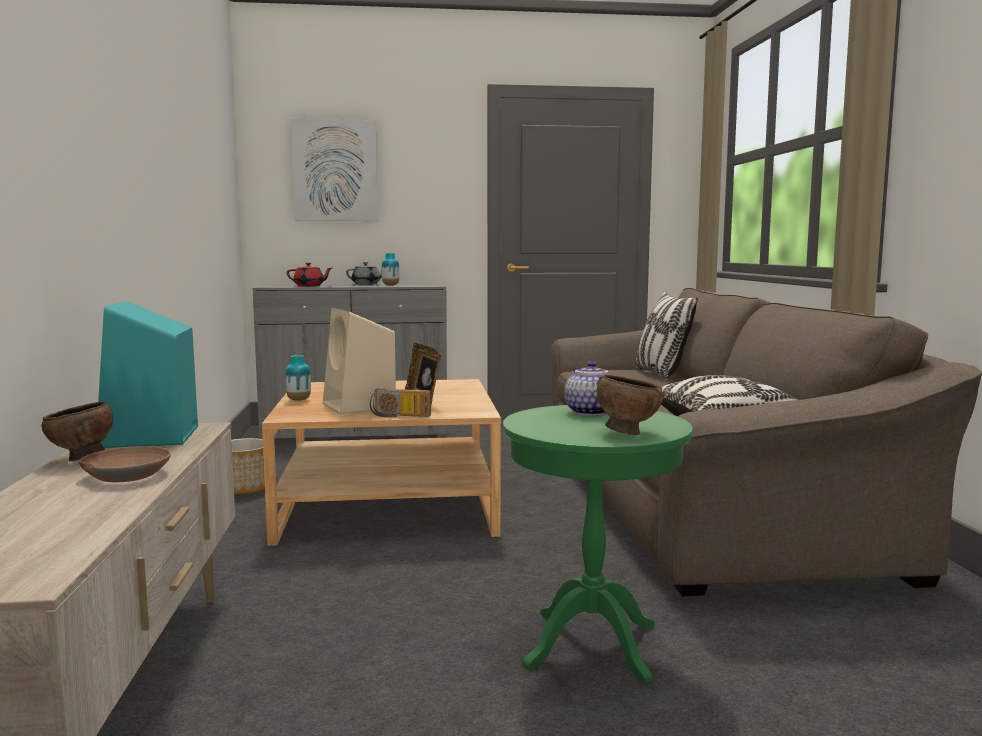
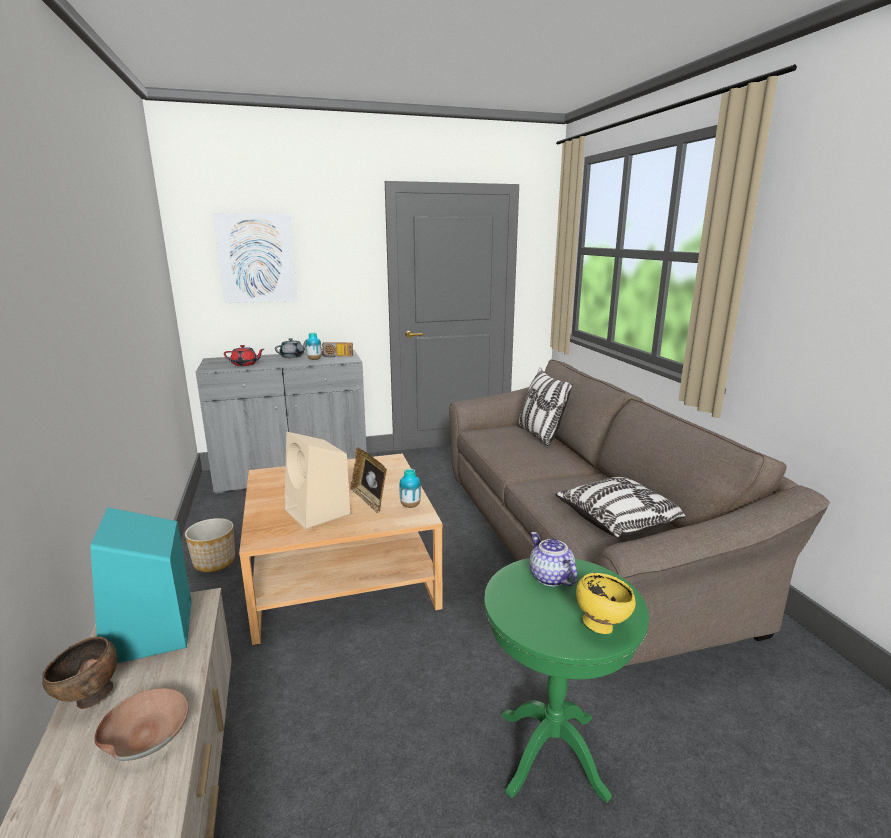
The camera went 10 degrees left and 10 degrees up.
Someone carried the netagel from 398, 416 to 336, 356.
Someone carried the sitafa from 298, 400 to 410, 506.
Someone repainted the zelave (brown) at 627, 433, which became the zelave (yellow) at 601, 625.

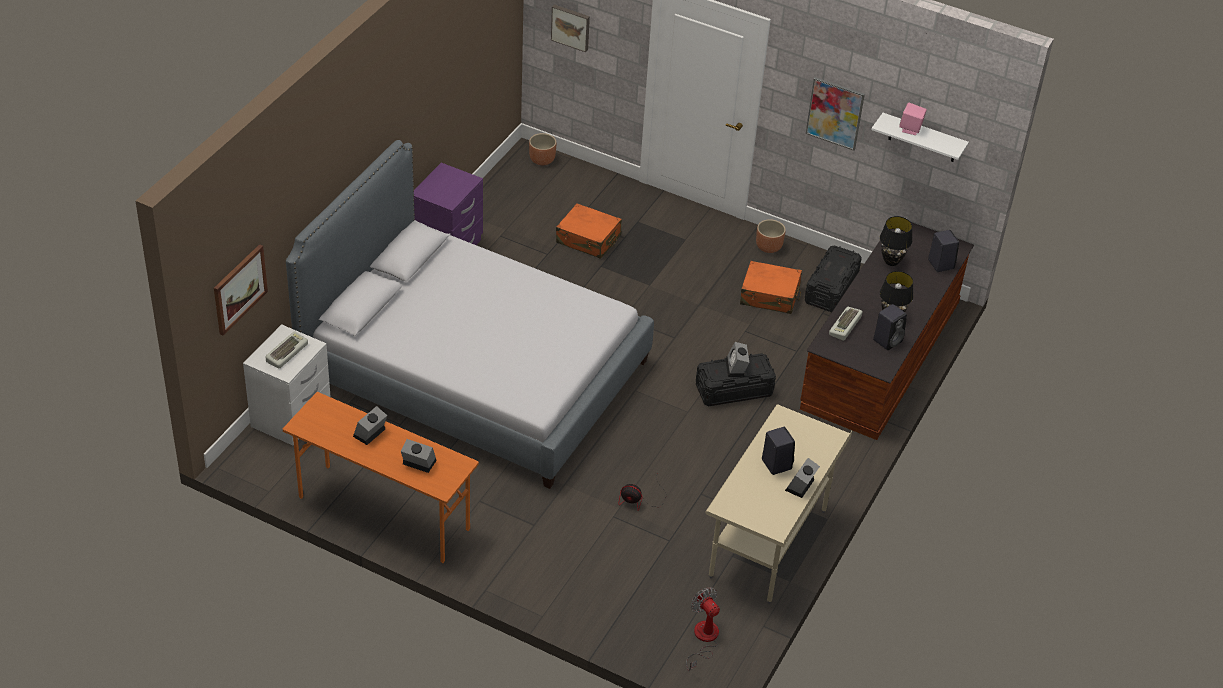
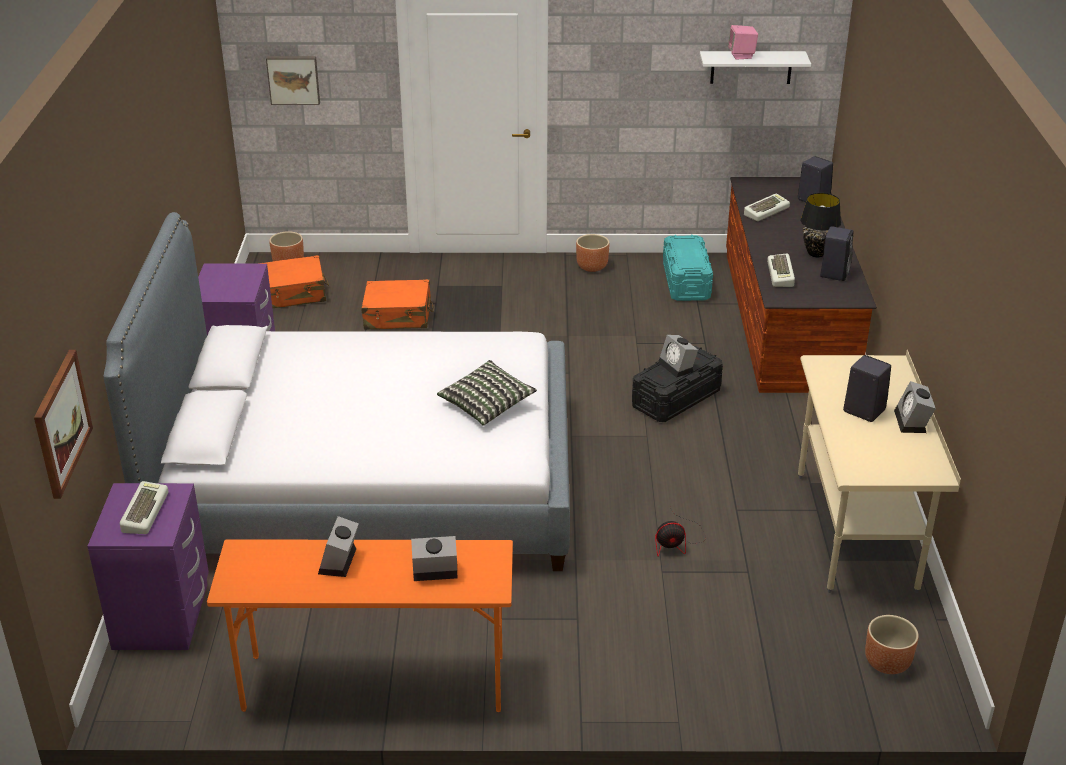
The camera went 25 degrees left and 10 degrees down.
Someone repainted the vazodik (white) at 291, 417, which became the vazodik (purple) at 163, 616.
Someone carried the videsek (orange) from 770, 295 to 293, 293.
Someone put down the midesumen at 487, 405.
Someone repainted the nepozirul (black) at 831, 289, which became the nepozirul (turquoise) at 686, 281.
Someone swapped the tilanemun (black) at 891, 261 for the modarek at 766, 211.
Someone swapped the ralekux at 703, 639 for the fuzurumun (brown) at 887, 663.
Someone took away the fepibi at 835, 113.

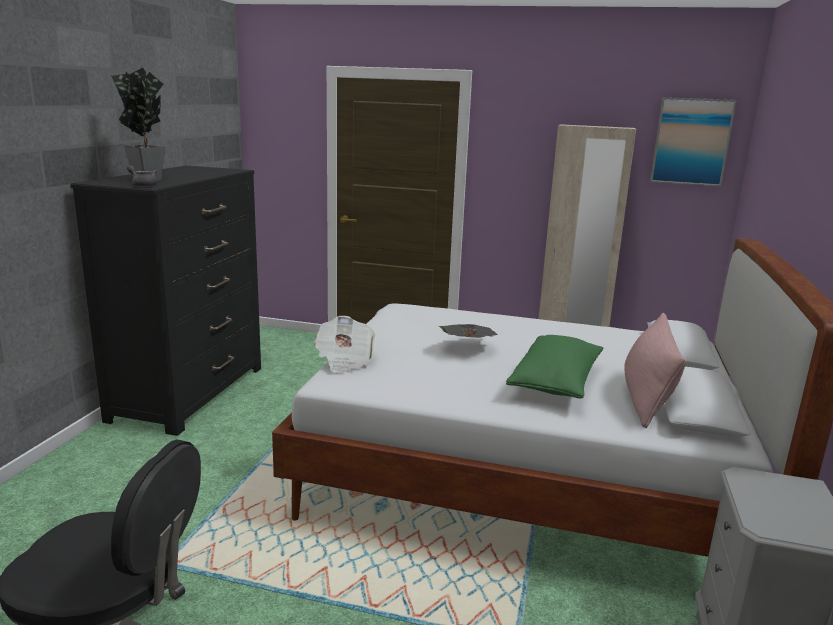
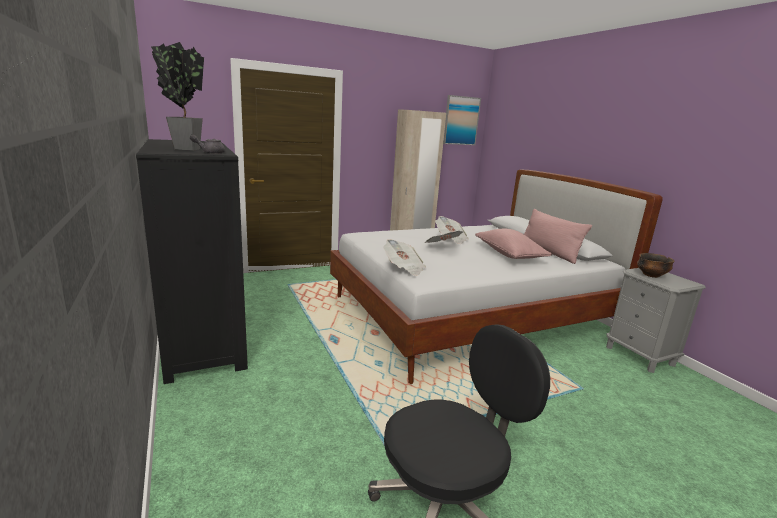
The camera went 40 degrees left and 0 degrees up.
Someone put down the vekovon at 451, 239.
Someone repainted the midesumen (green) at 555, 383, which became the midesumen (pink) at 509, 254.
Someone put down the zelave at 651, 275.

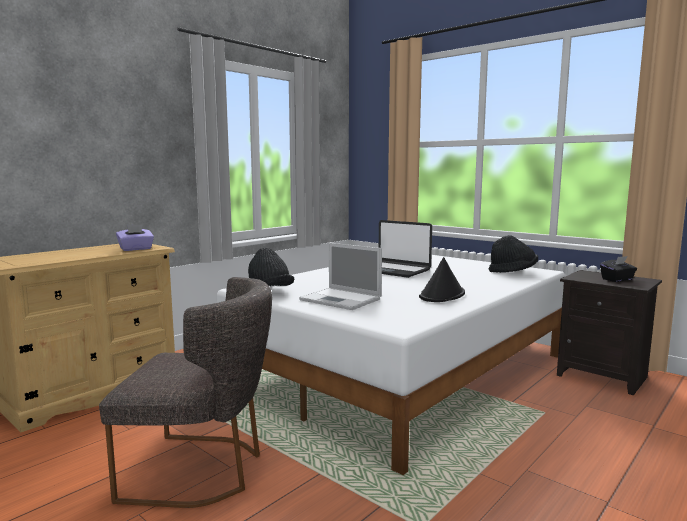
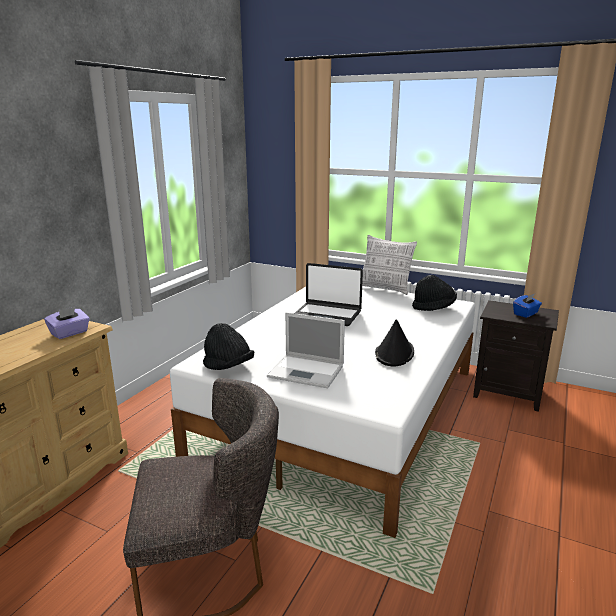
The camera went 15 degrees left and 10 degrees up.
Someone put down the midesumen at 385, 288.
Someone repainted the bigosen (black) at 617, 279, which became the bigosen (blue) at 526, 314.

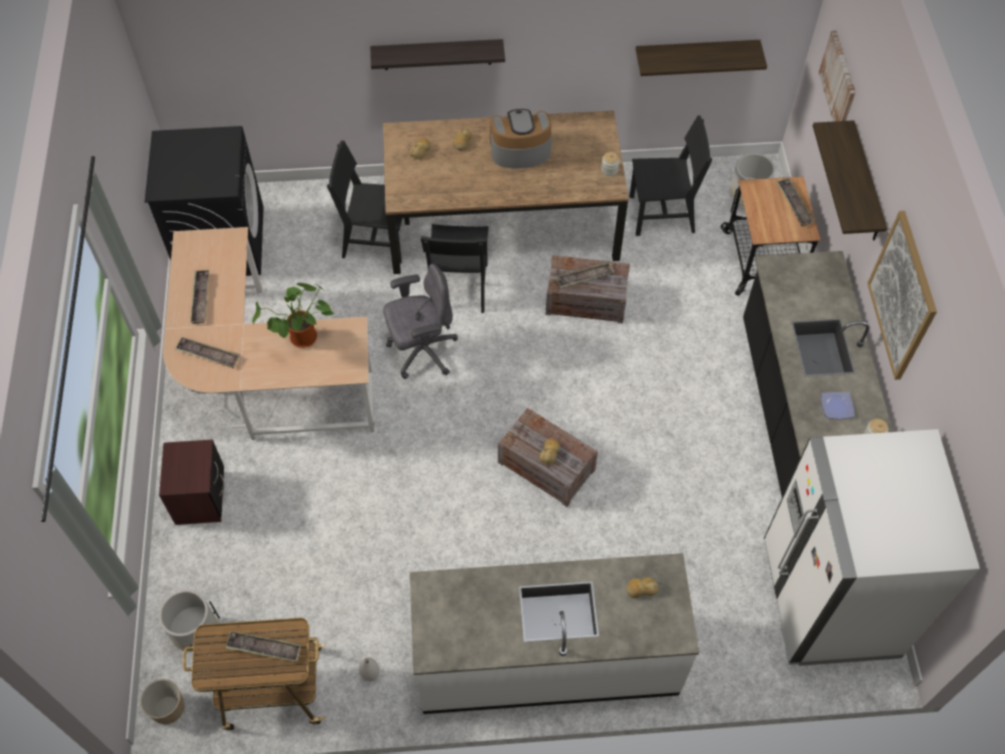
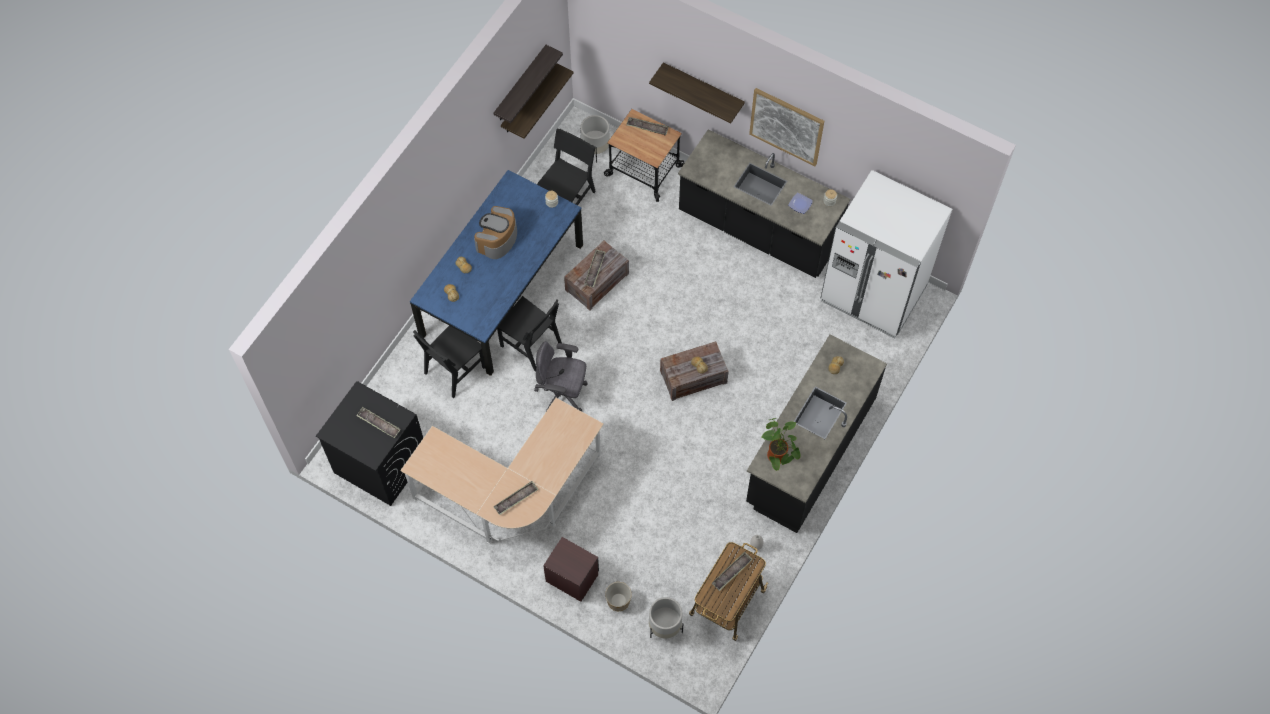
The camera went 55 degrees left and 5 degrees up.
Someone carried the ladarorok from 200, 299 to 379, 424.
Someone repainted the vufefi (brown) at 502, 224, which became the vufefi (blue) at 502, 290.
Someone carried the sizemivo from 437, 54 to 520, 85.
Someone rotated the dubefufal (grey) at 422, 351 by 90 degrees counterclockwise.
Someone carried the fuzurumun from 167, 708 to 618, 601.
Someone repainted the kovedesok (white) at 547, 658, which became the kovedesok (black) at 809, 451.
Someone carried the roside from 302, 340 to 778, 457.
Someone took away the fepibi at 838, 81.

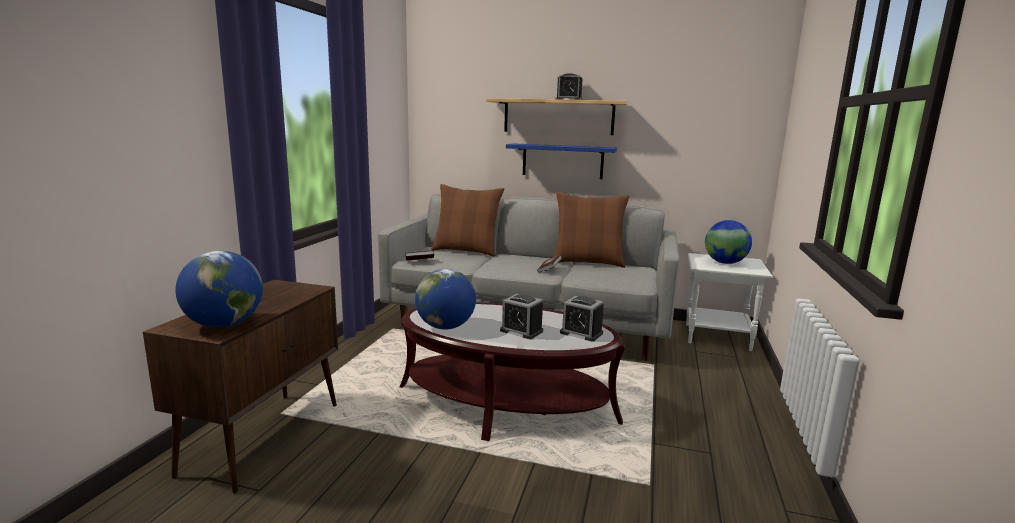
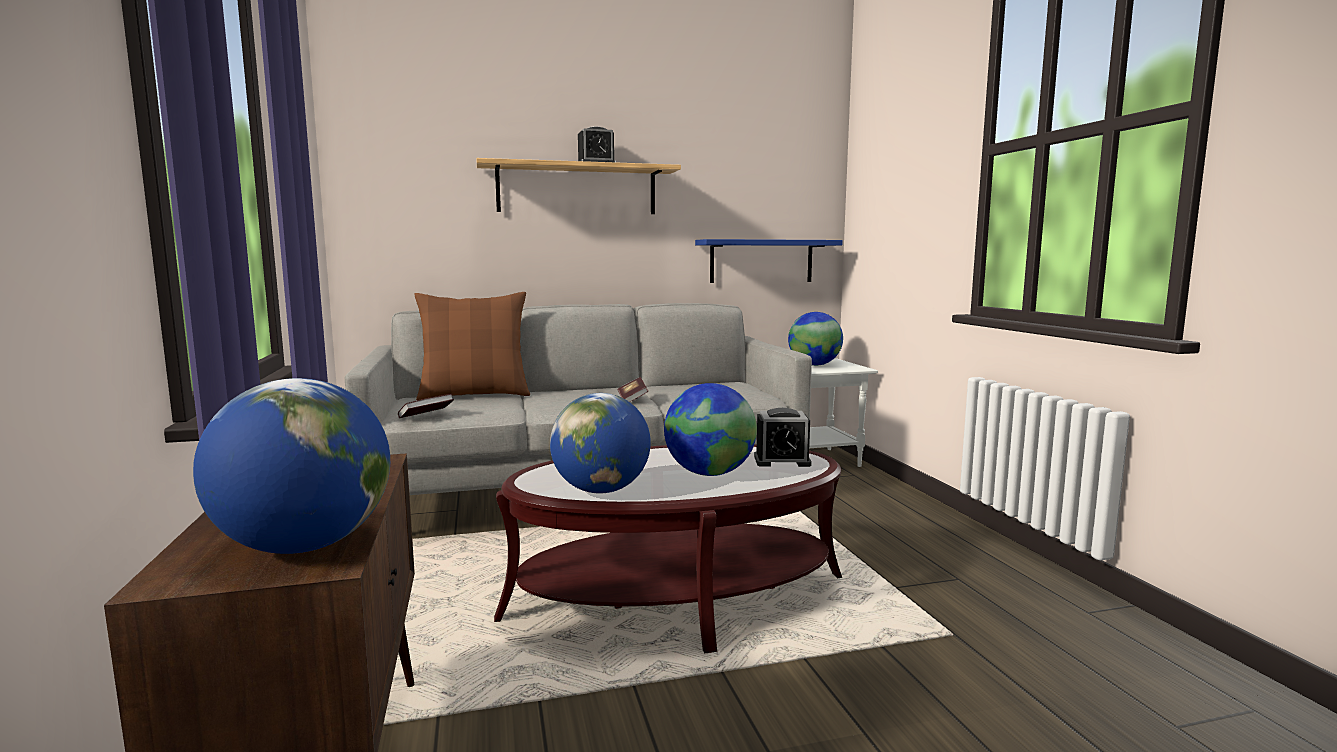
The camera went 30 degrees left and 5 degrees down.
Someone swapped the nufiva at 521, 331 for the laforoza at 709, 473.
Someone carried the sizemivo (blue) from 562, 161 to 761, 261.
Someone took away the midesumen (brown) at 588, 262.

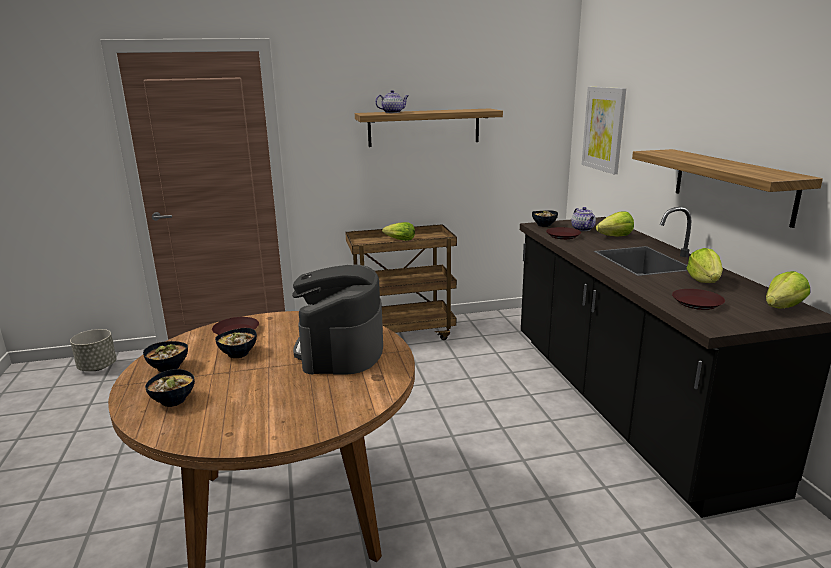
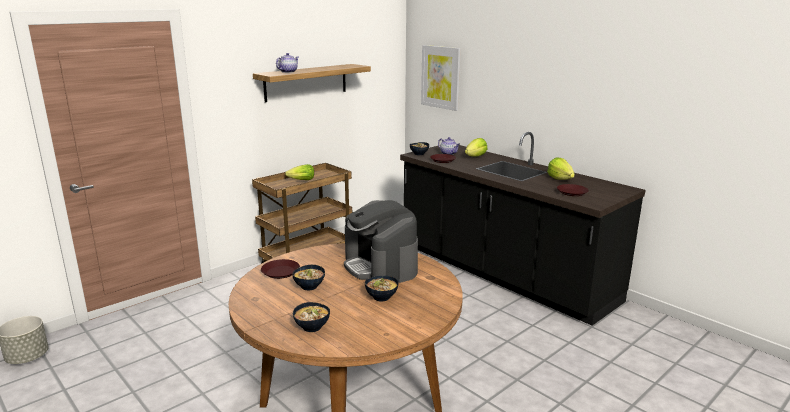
The camera went 30 degrees left and 0 degrees up.
Someone carried the zelave from 168, 367 to 381, 297.
Someone took away the sizemivo at 732, 185.
Someone took away the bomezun at 782, 308.

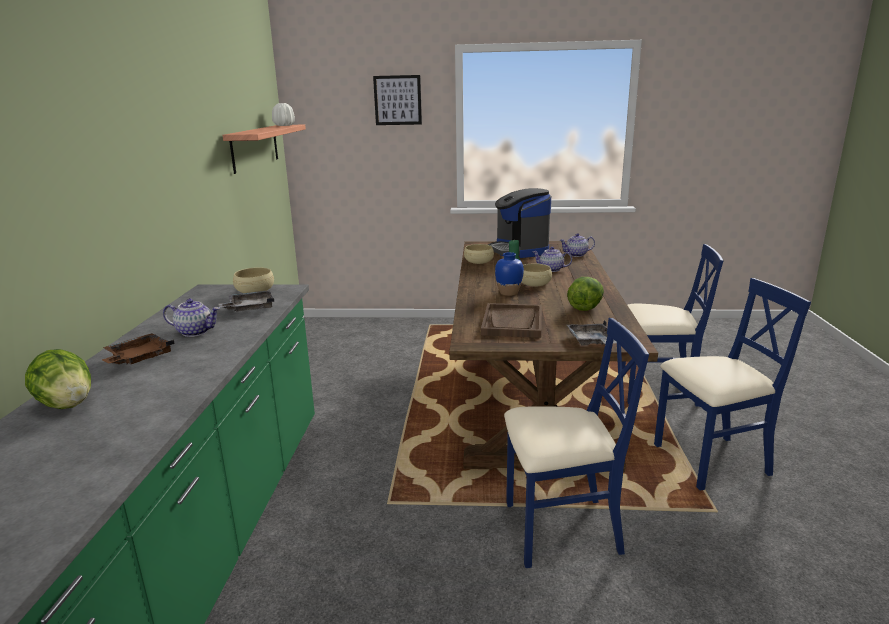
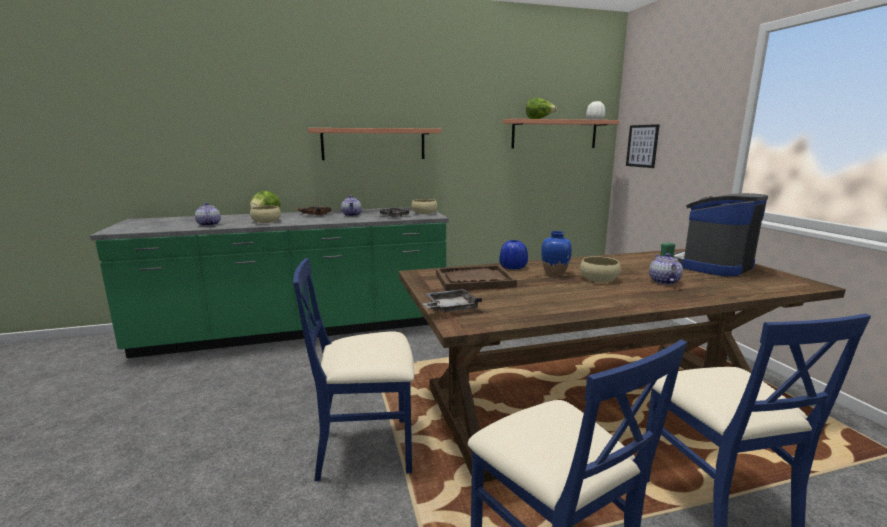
The camera went 70 degrees right and 5 degrees down.
Someone carried the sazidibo from 576, 255 to 208, 225.
Someone carried the zelave (beige) from 478, 261 to 266, 221.
Someone rotated the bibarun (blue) at 560, 529 by 105 degrees clockwise.
Someone put up the sizemivo at 374, 144.
Someone put down the sitafa (blue) at 513, 267.
Someone carried the bomezun from 585, 307 to 539, 119.
Someone carried the fepibi from 397, 100 to 642, 146.

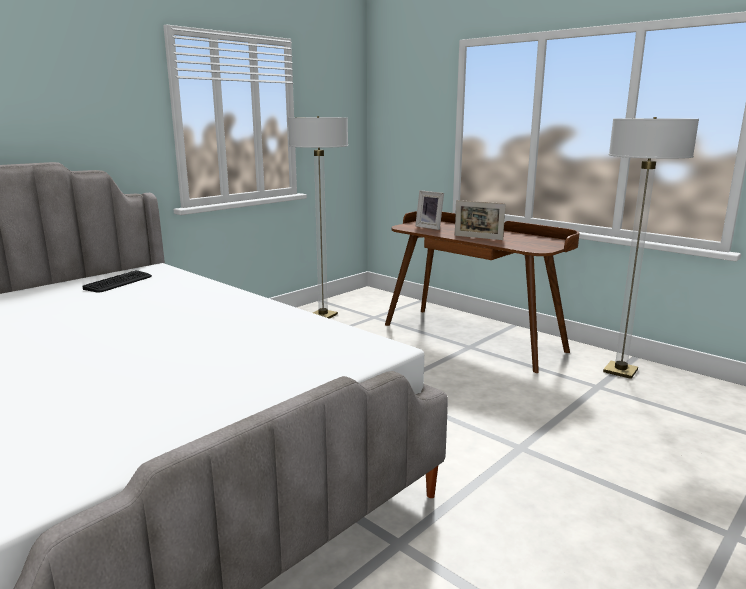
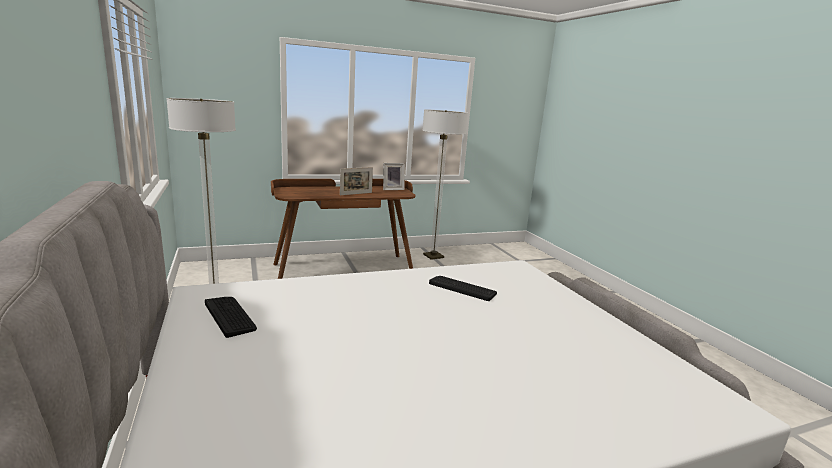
The camera went 65 degrees left and 0 degrees up.
Someone carried the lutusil from 430, 227 to 392, 189.
Someone put down the modarek at 462, 288.

